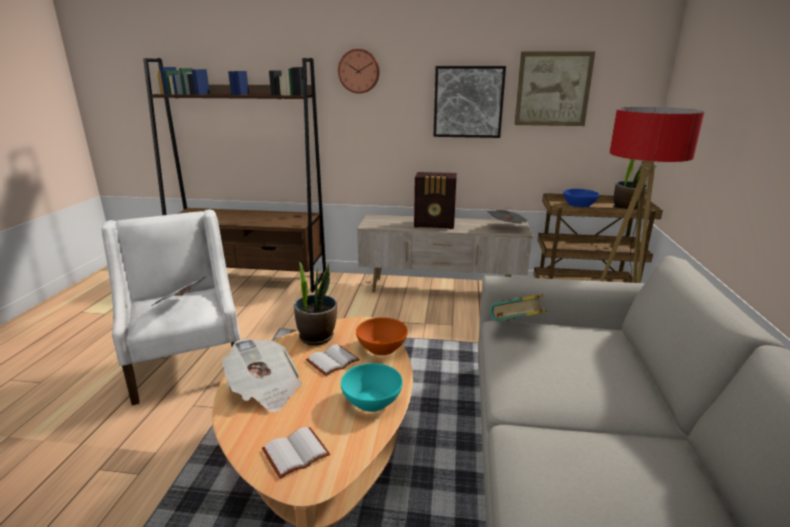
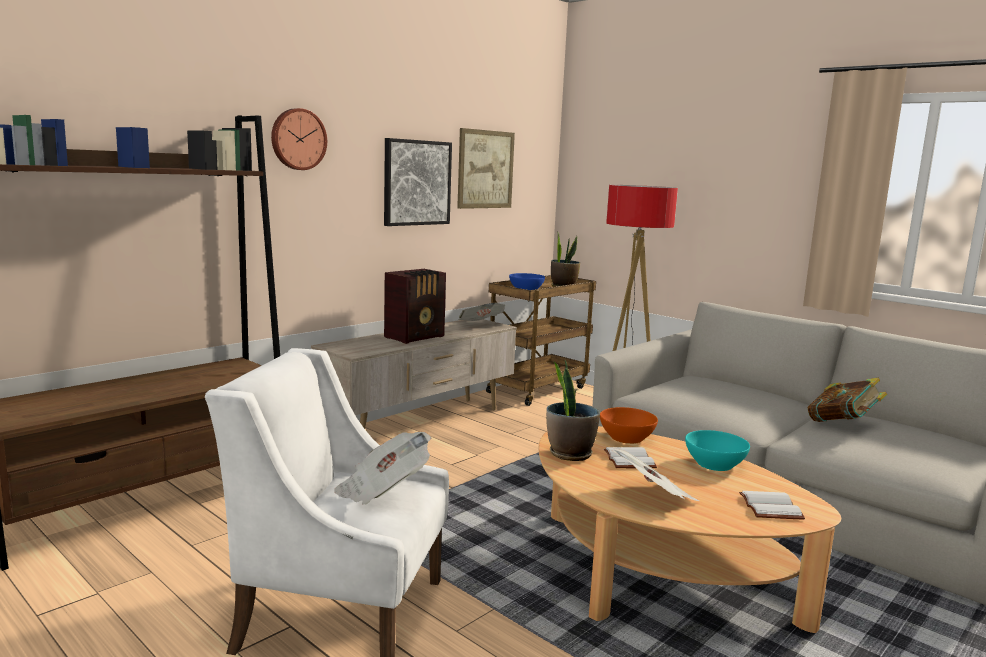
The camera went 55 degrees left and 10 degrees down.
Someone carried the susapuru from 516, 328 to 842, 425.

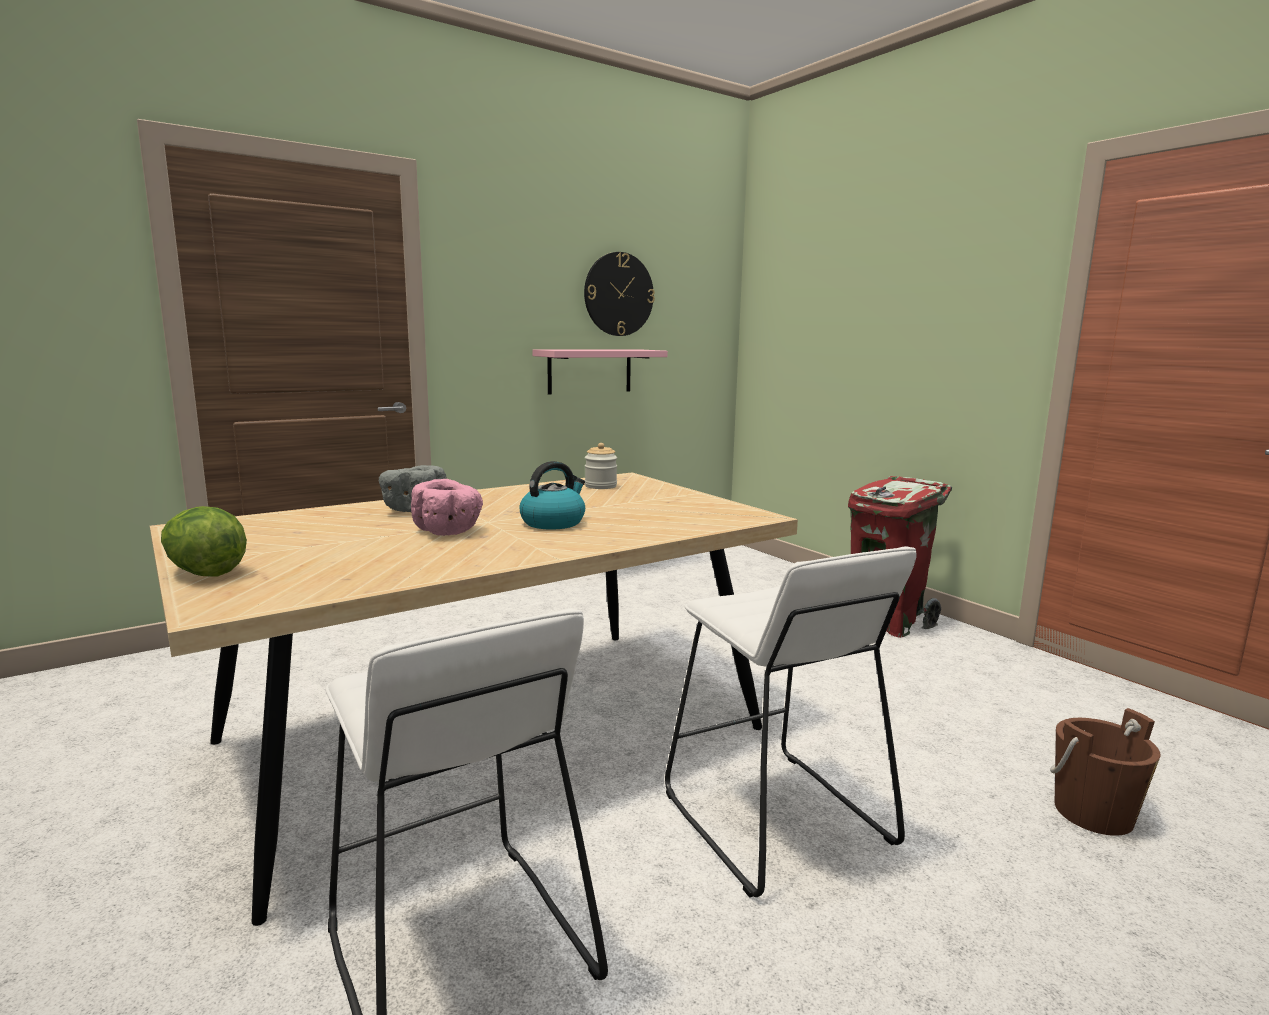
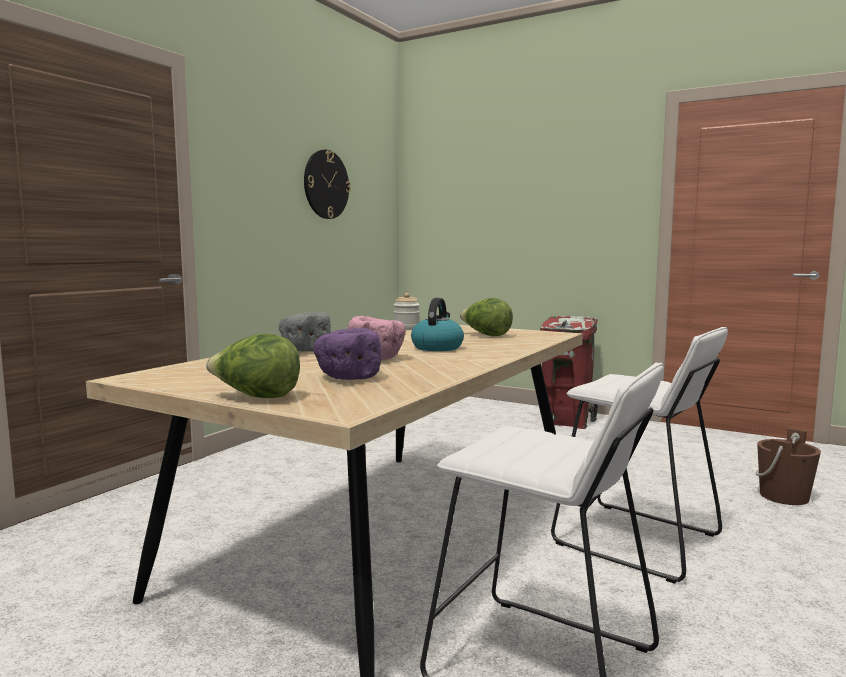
The camera went 25 degrees left and 5 degrees down.
Someone put down the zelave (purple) at 347, 378.
Someone put down the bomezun at 486, 335.
Someone took away the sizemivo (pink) at 590, 371.

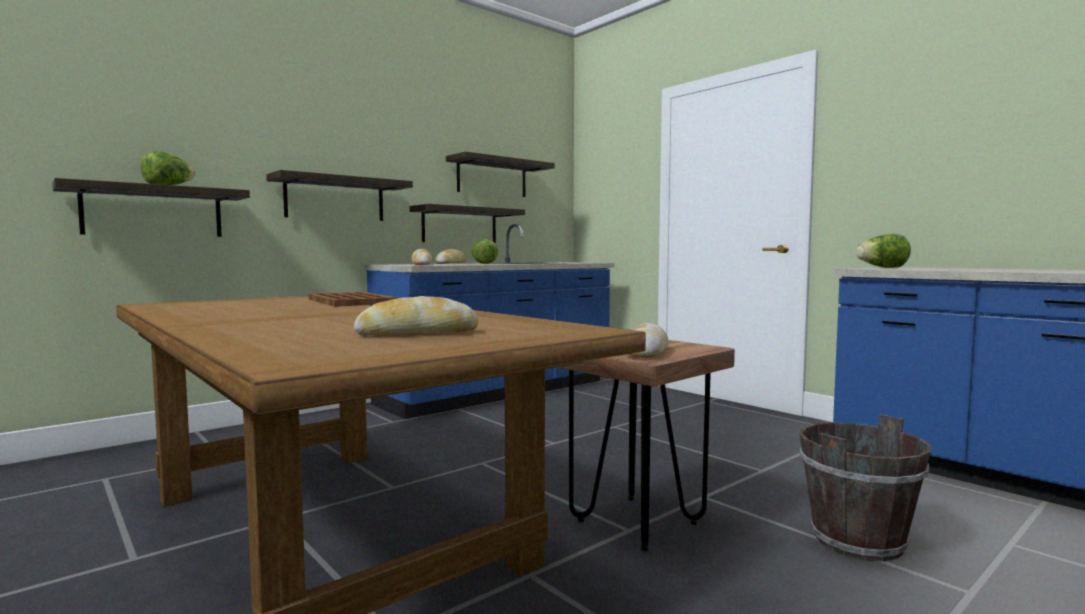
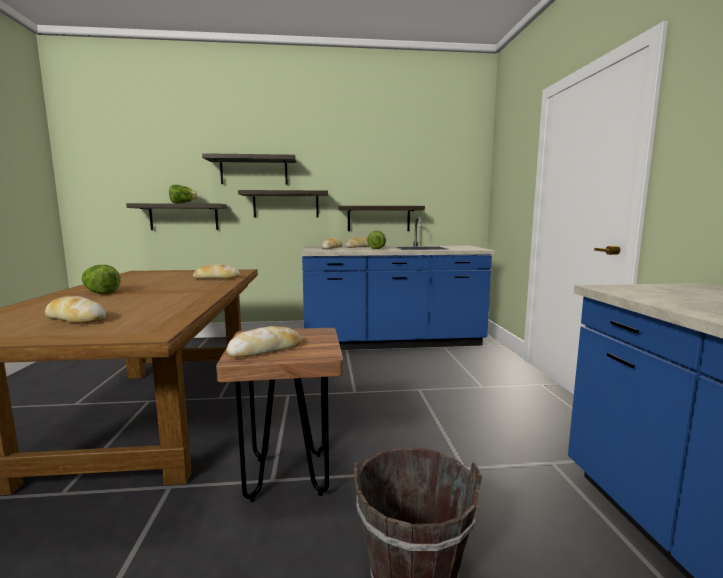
The camera went 35 degrees right and 5 degrees up.
Someone carried the bomezun from 882, 267 to 100, 293.
Someone swapped the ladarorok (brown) at 351, 301 for the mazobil at 216, 278.
Someone carried the sizemivo from 492, 178 to 254, 171.

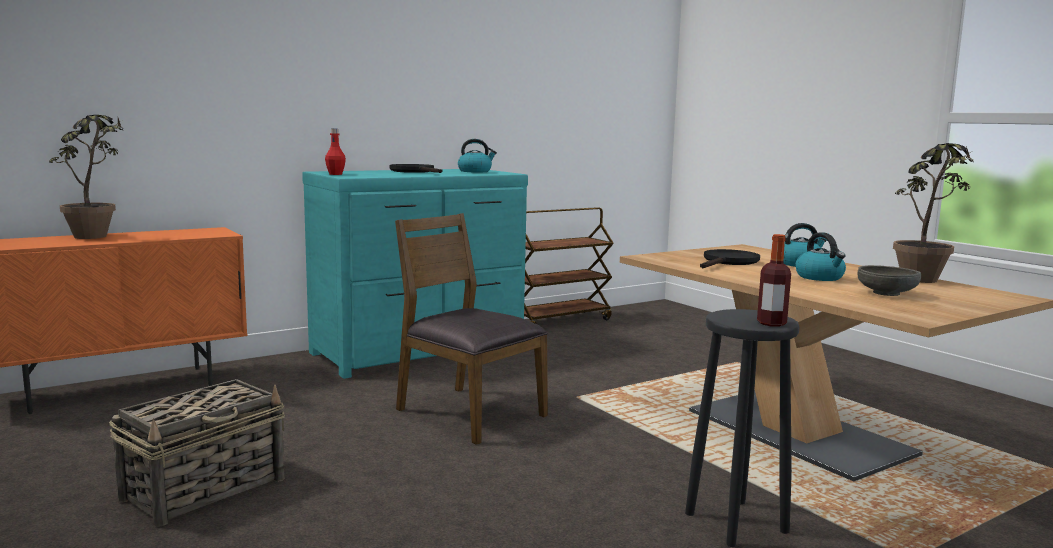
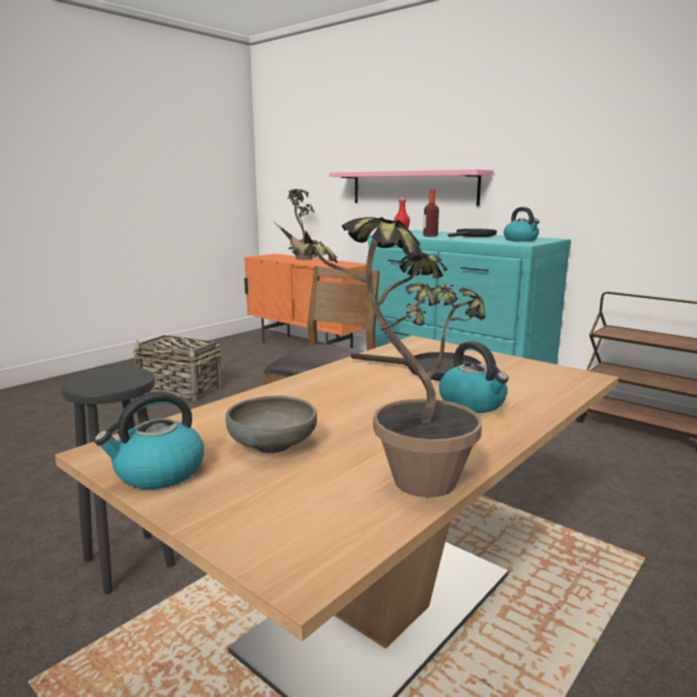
The camera went 75 degrees right and 5 degrees up.
Someone carried the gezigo from 820, 277 to 158, 473.
Someone put up the sizemivo (pink) at 412, 188.
Someone carried the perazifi from 771, 323 to 430, 236.

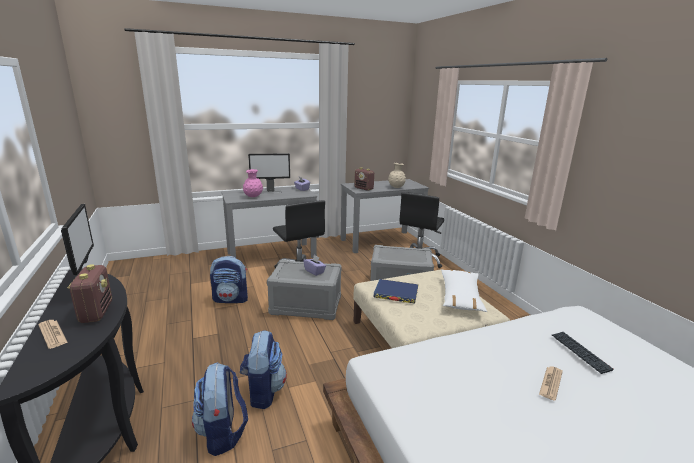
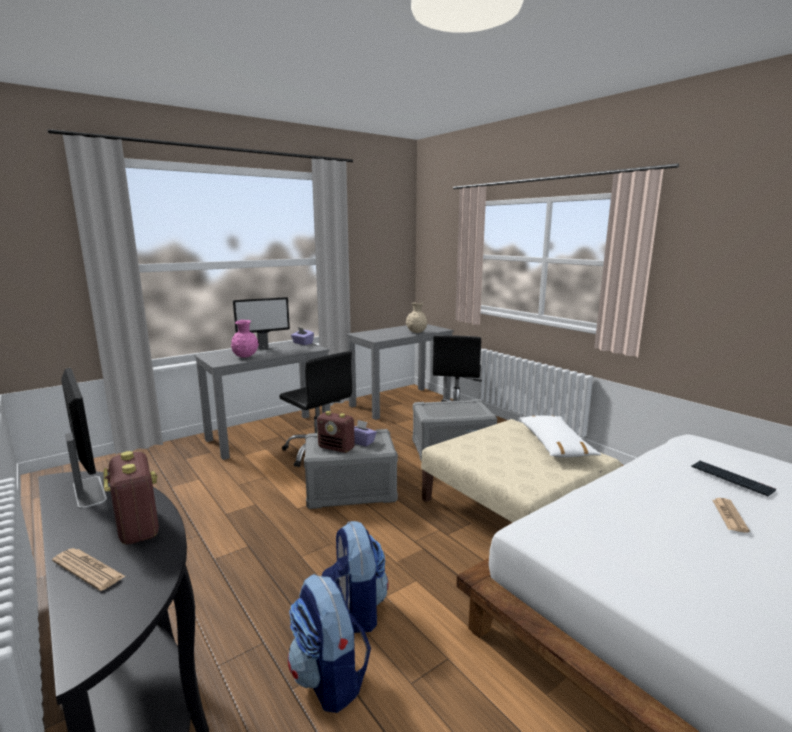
The camera went 15 degrees left and 5 degrees down.
Someone carried the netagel from 364, 188 to 336, 448.
Someone took away the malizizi at 231, 299.
Someone took away the susapuru (blue) at 396, 293.

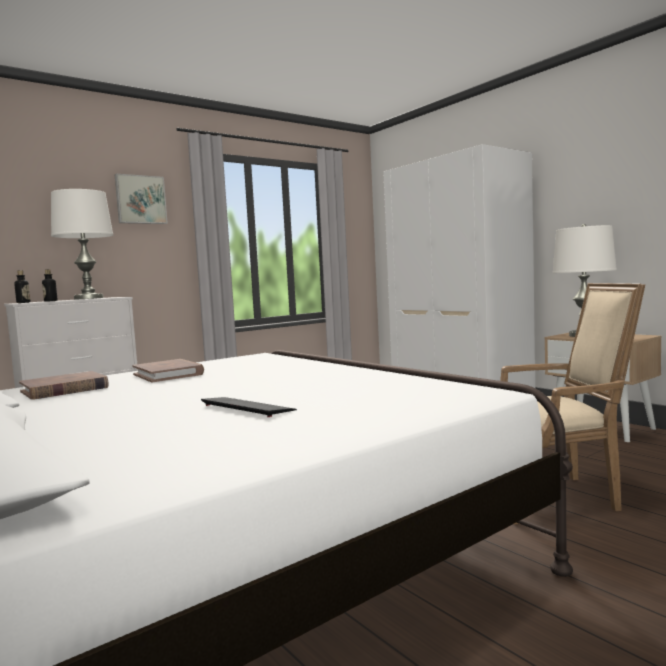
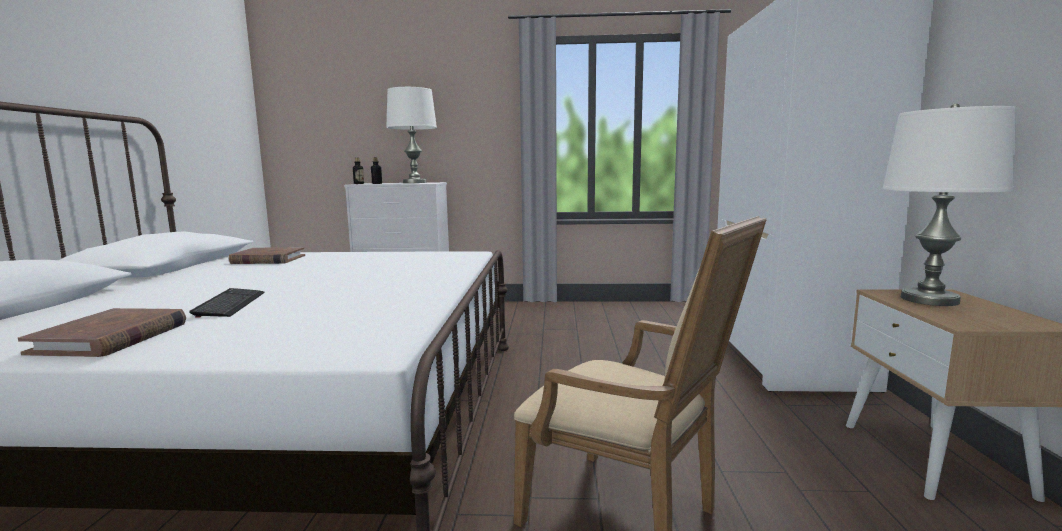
The camera went 40 degrees right and 5 degrees up.
Someone carried the susapuru (brown) from 168, 374 to 111, 338.
Someone took away the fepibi at 140, 200.

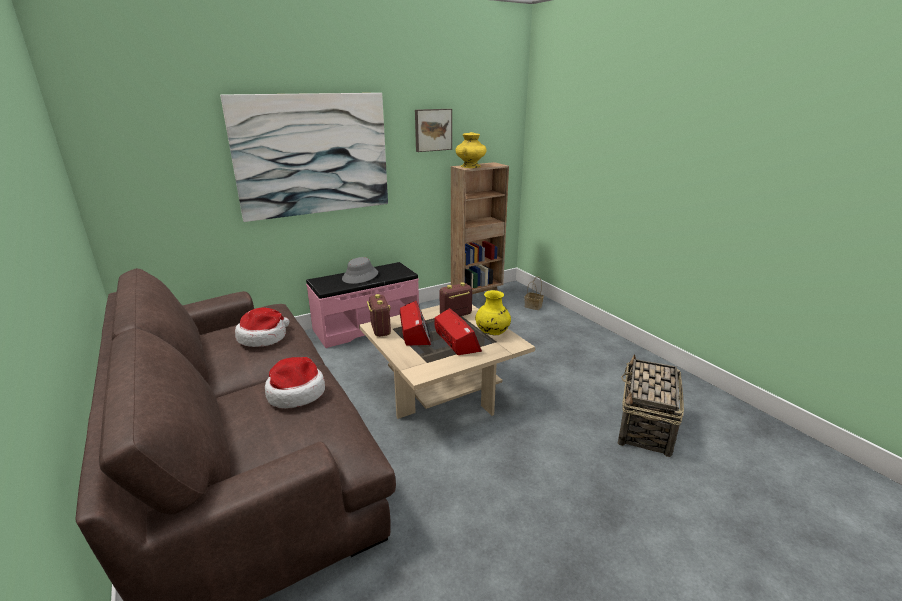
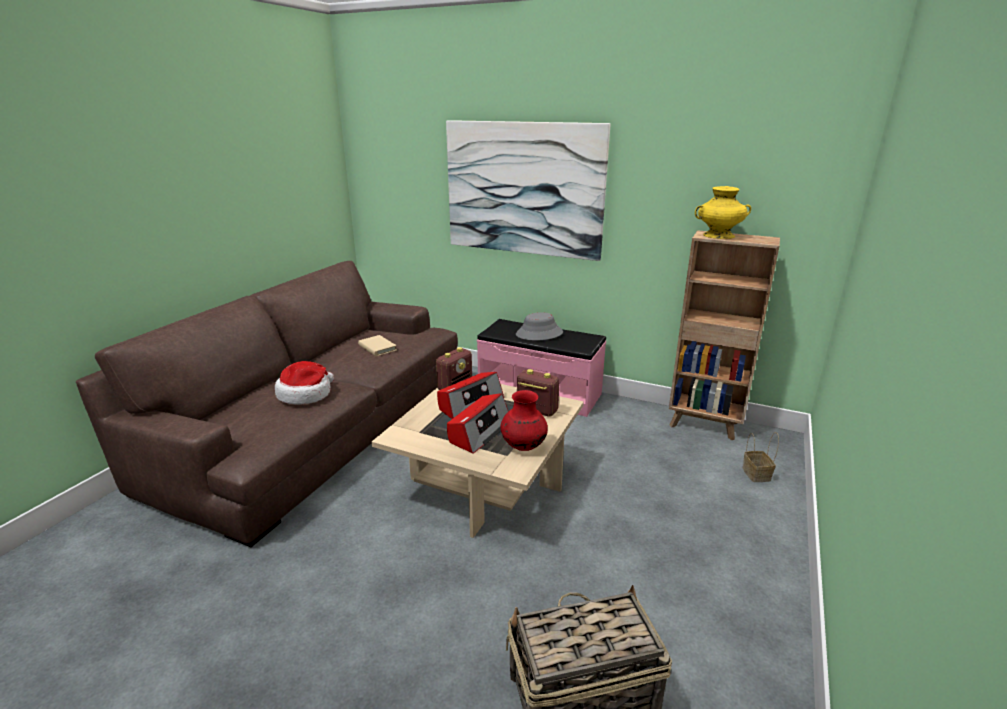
The camera went 55 degrees right and 0 degrees up.
Someone swapped the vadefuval at 263, 337 for the susapuru (beige) at 377, 348.
Someone repainted the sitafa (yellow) at 492, 333, which became the sitafa (red) at 523, 446.
Someone took away the fepibi at 432, 130.

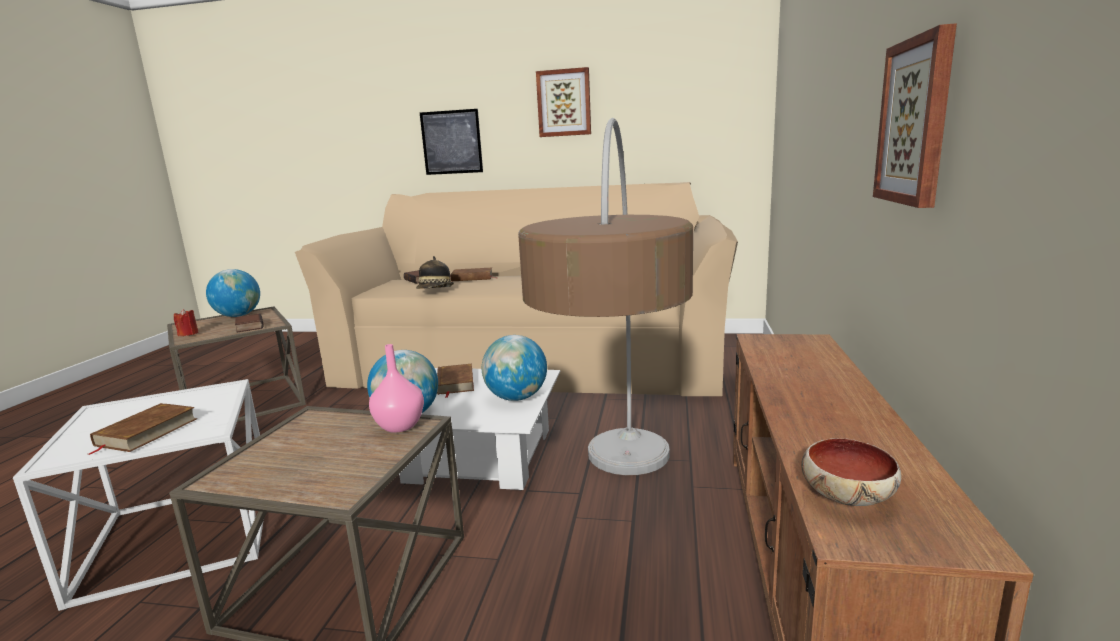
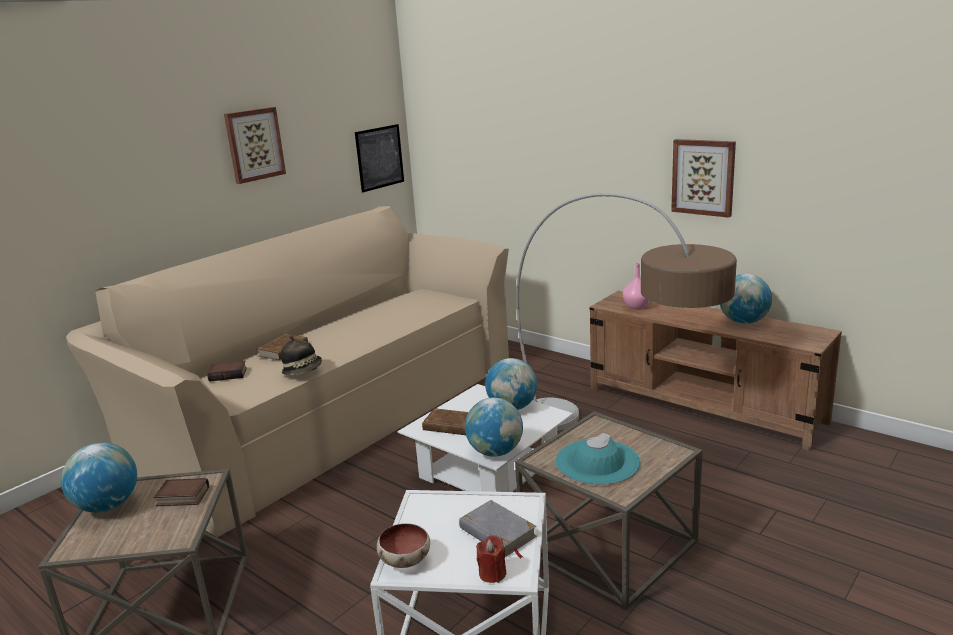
The camera went 60 degrees left and 5 degrees up.
Someone carried the fepibi from 451, 142 to 379, 157.
Someone carried the zelave from 846, 495 to 404, 559.
Someone repainted the susapuru (brown) at 146, 432, which became the susapuru (grey) at 497, 533.
Someone carried the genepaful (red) from 188, 334 to 492, 573.
Someone put down the vadefuval (turquoise) at 597, 462.
Someone carried the sitafa (pink) from 399, 426 to 637, 307.
Someone put down the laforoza at 743, 322.

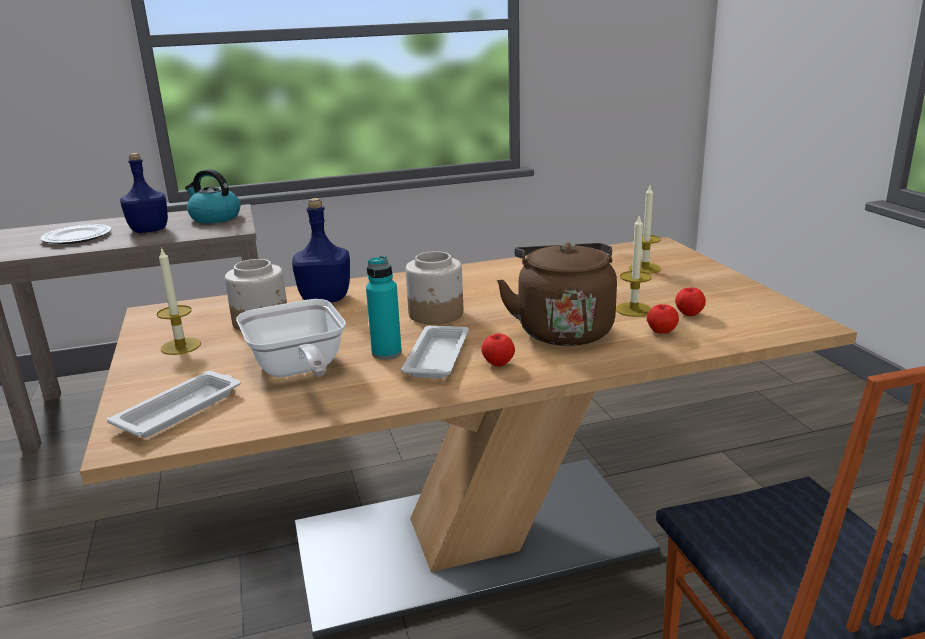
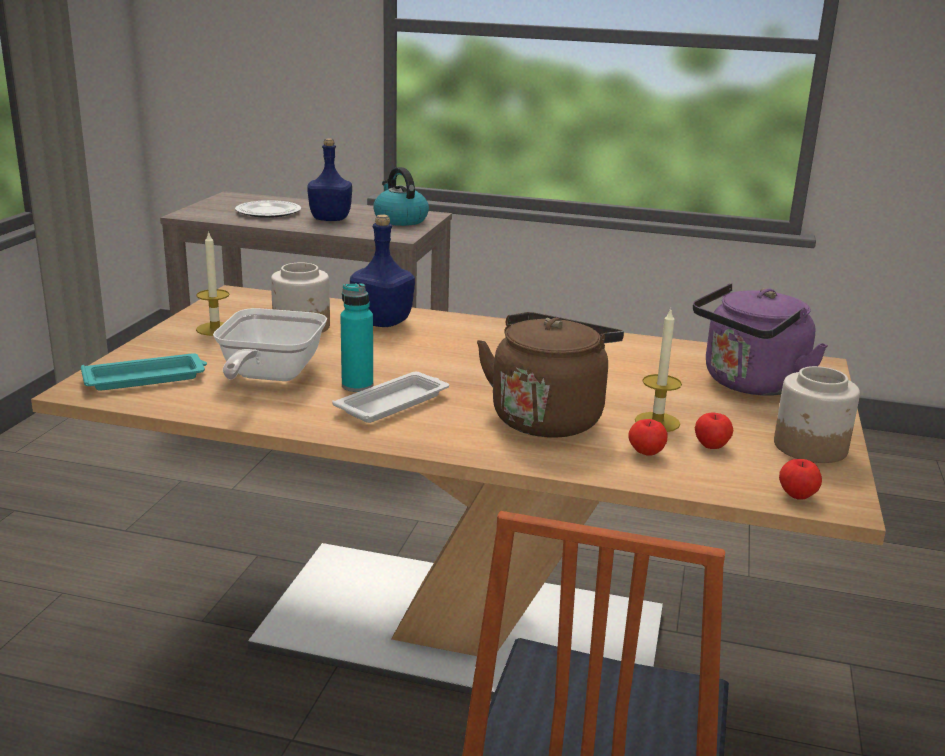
The camera went 30 degrees right and 0 degrees up.
Someone repainted the ladarorok (white) at 181, 409, which became the ladarorok (turquoise) at 147, 378.
Someone swapped the genepaful at 644, 268 for the gezigo (purple) at 749, 384.
Someone carried the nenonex from 436, 314 to 810, 447.
Someone carried the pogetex from 498, 363 to 797, 495.

